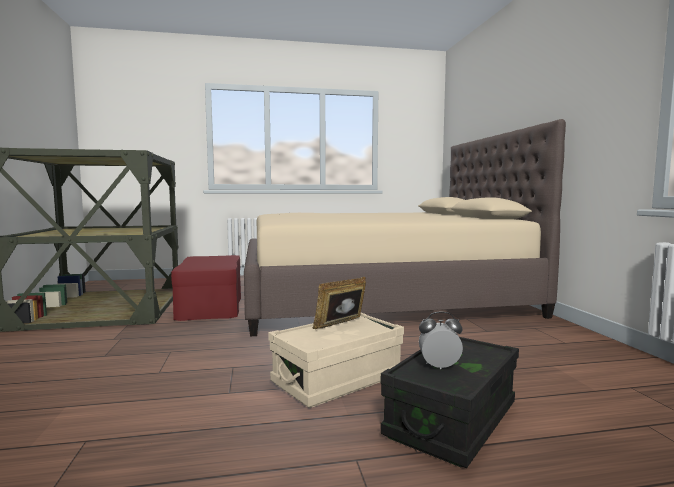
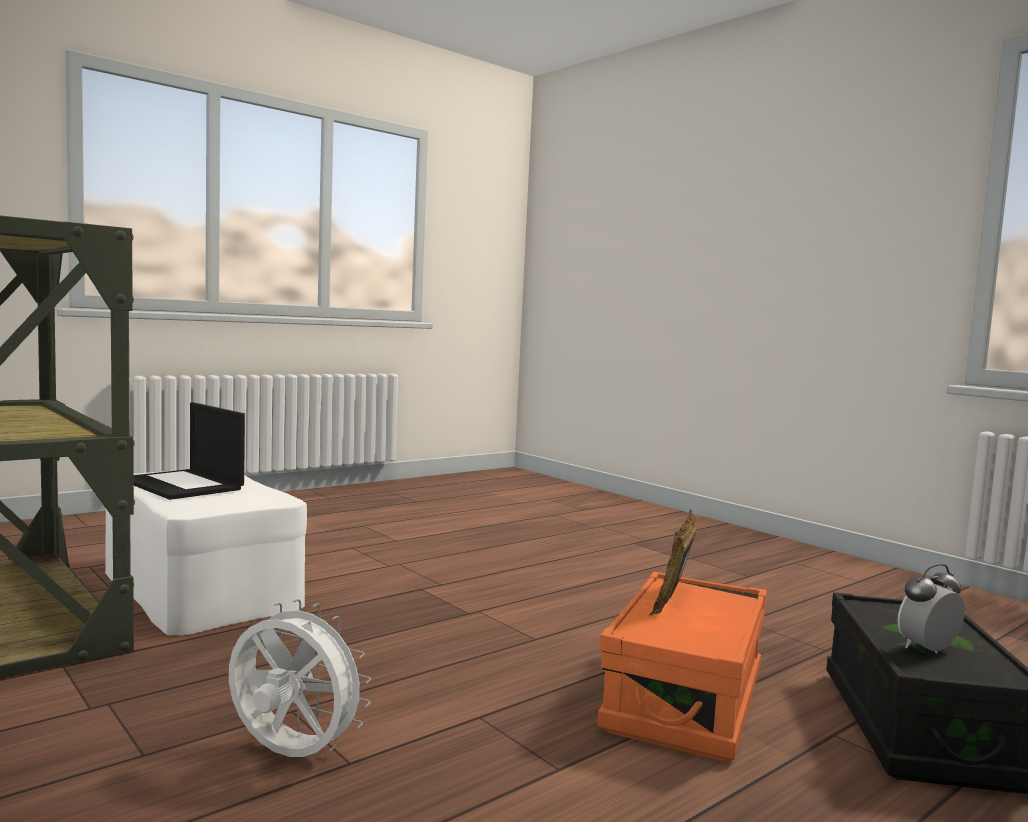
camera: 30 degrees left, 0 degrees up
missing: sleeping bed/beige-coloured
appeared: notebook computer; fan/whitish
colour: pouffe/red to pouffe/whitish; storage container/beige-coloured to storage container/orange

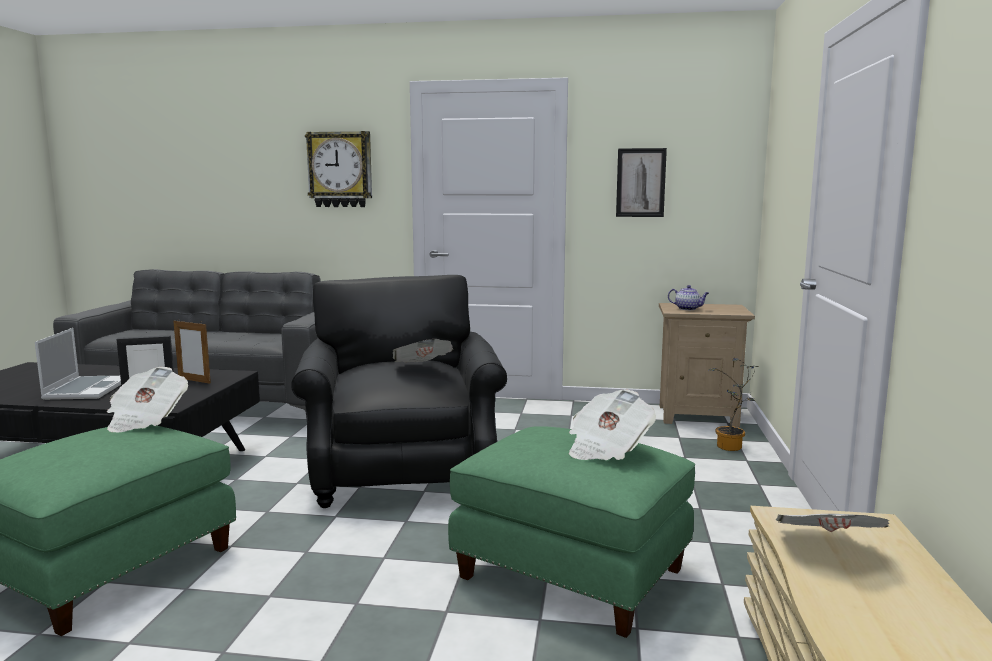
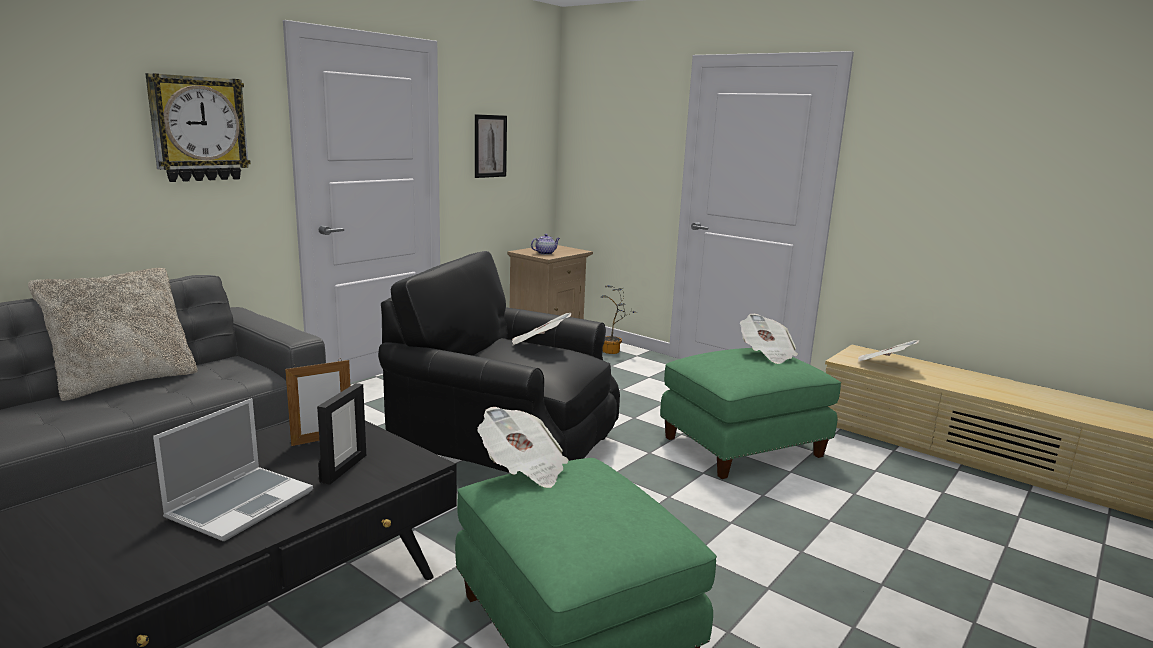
camera: 60 degrees left, 5 degrees up
appeared: cushion/beige-coloured
spun: notebook computer 90 degrees clockwise

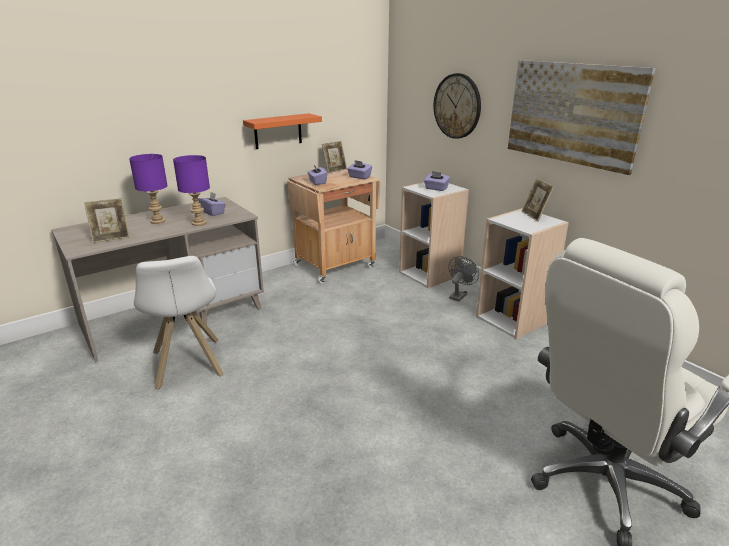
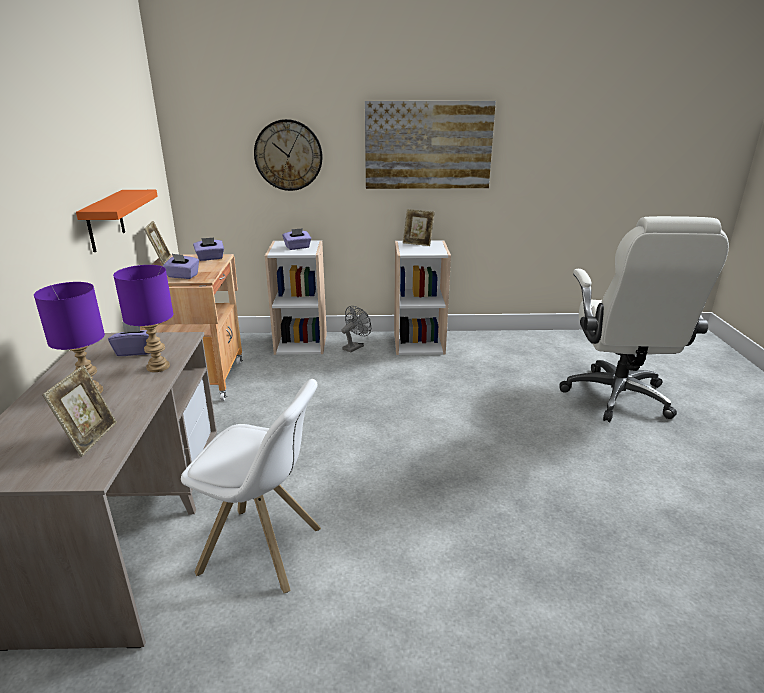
camera: 55 degrees left, 0 degrees up
spun: fan/gray 60 degrees clockwise

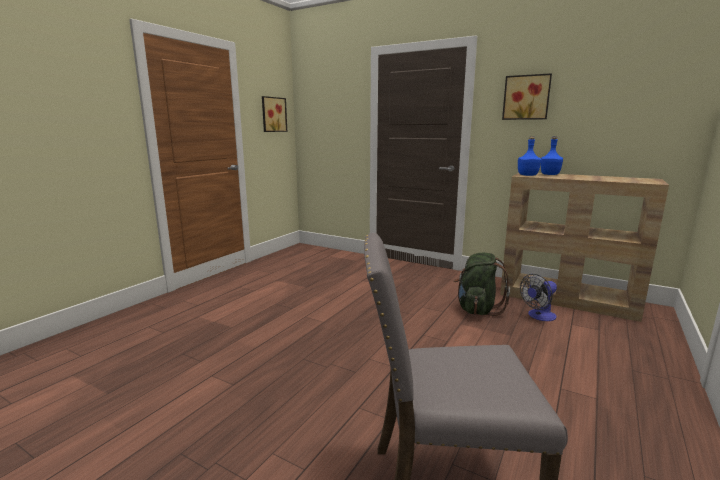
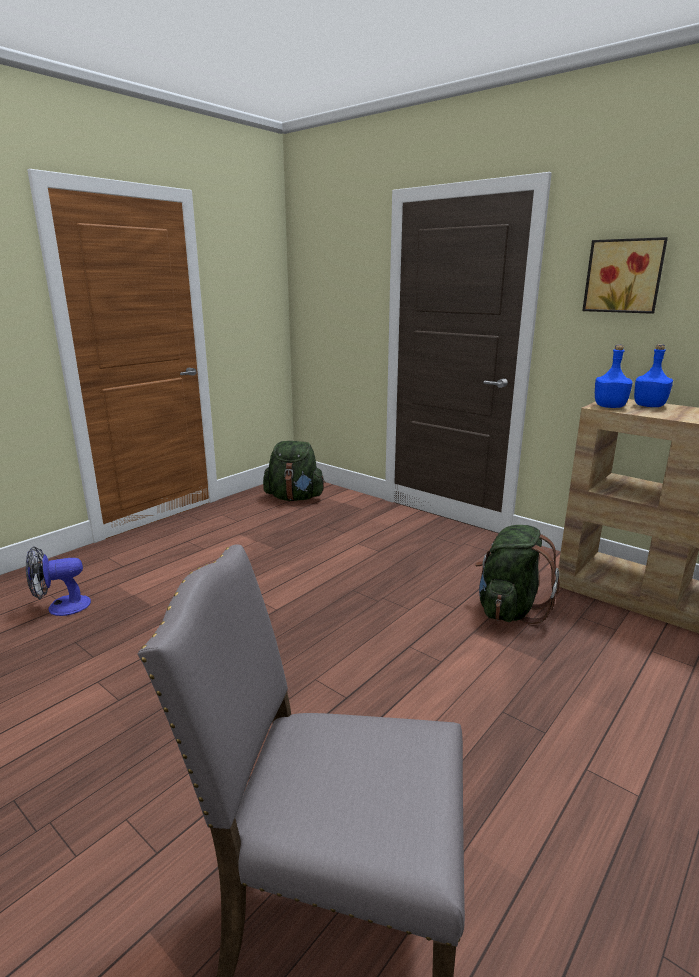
camera: 10 degrees right, 5 degrees up
missing: wall picture (no. 1 from left)
appeared: backpack/green-coloured (no. 1 from left)
relocated: fan

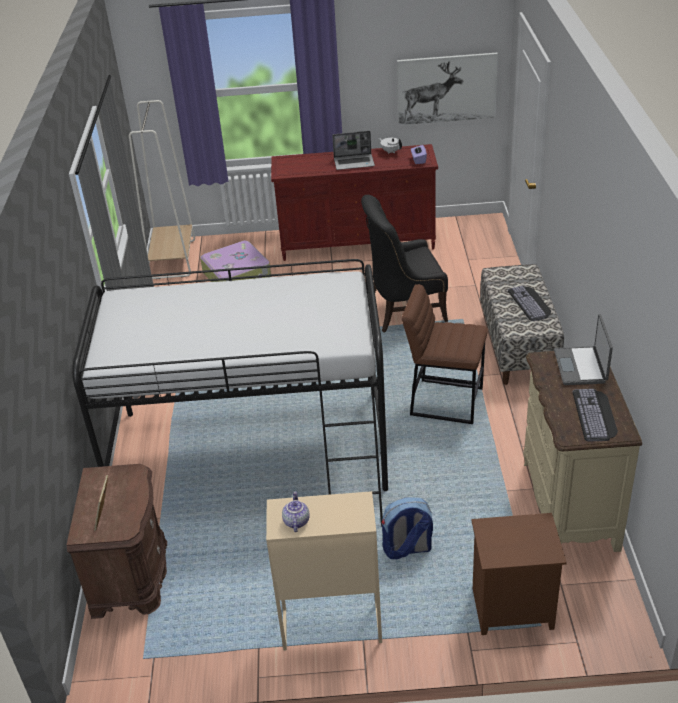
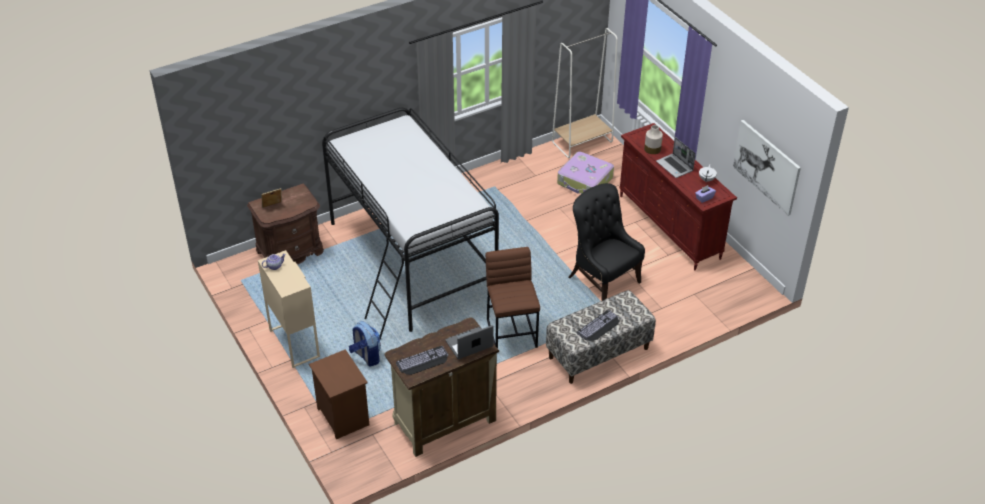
camera: 60 degrees right, 5 degrees up
appeared: vase/beige-coloured

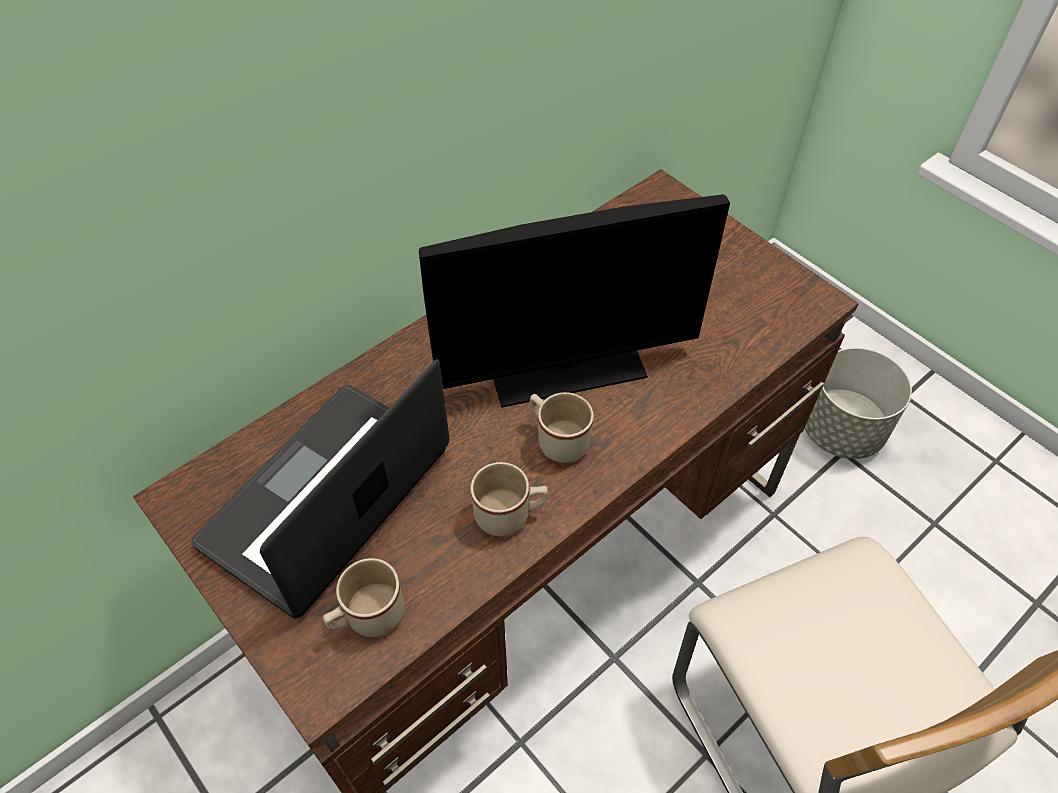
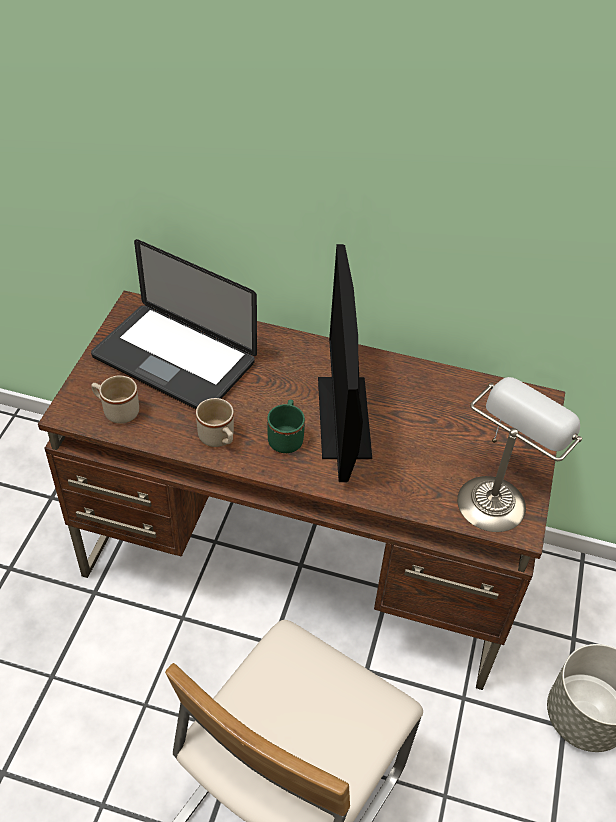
camera: 55 degrees right, 5 degrees down
appeared: table lamp/whitish
colour: coffee mug/beige-coloured (no. 3 from left) to coffee mug/green-coloured
spun: notebook computer 150 degrees counterclockwise; computer display 45 degrees clockwise

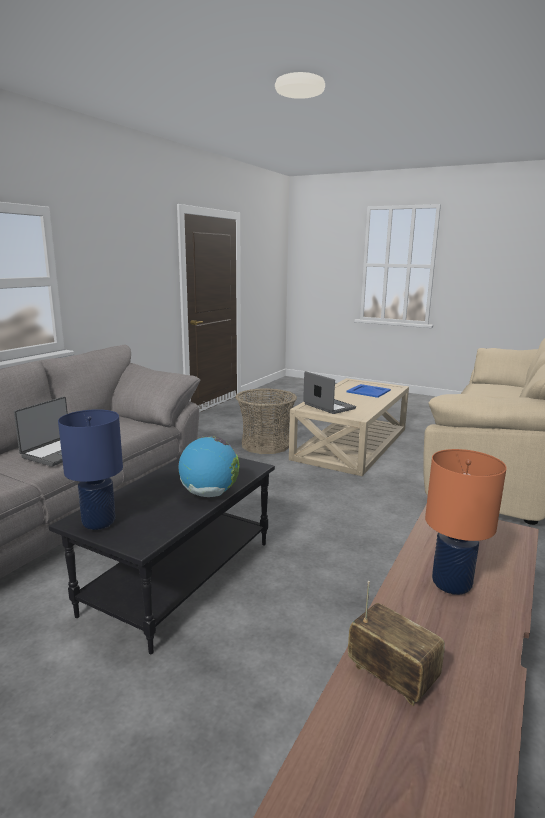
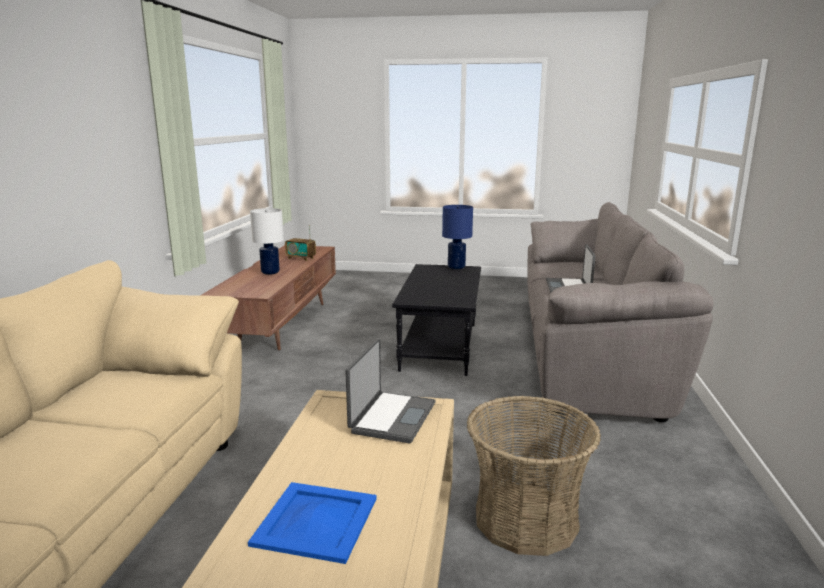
camera: 160 degrees right, 0 degrees up
missing: globe
colour: table lamp/orange to table lamp/whitish
spun: notebook computer (no. 2 from left in the first image) 105 degrees counterclockwise

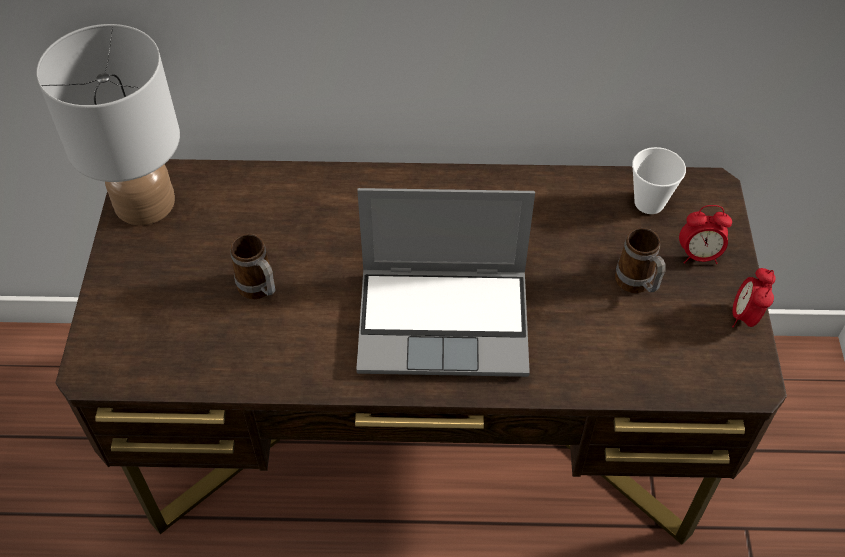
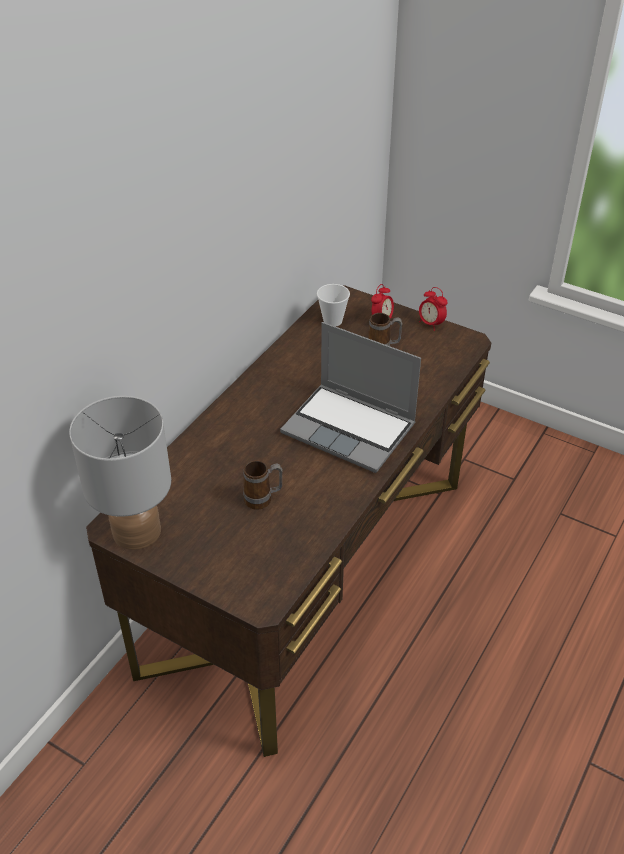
camera: 60 degrees left, 10 degrees down
spun: notebook computer 90 degrees clockwise

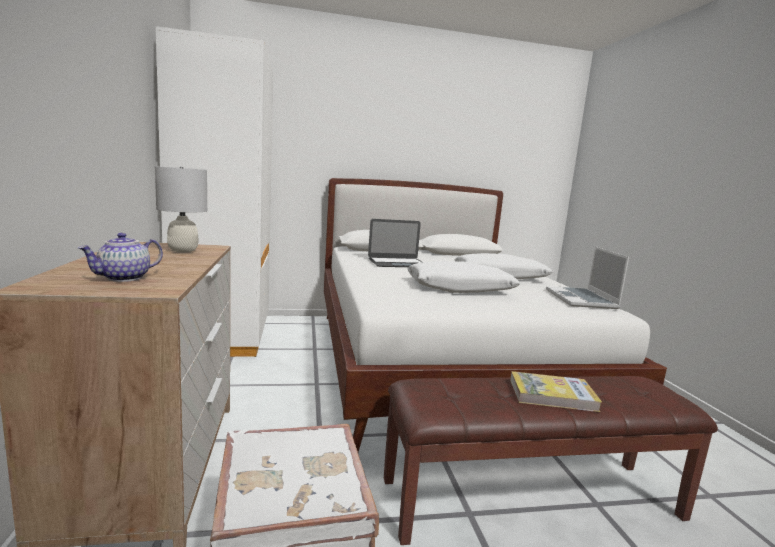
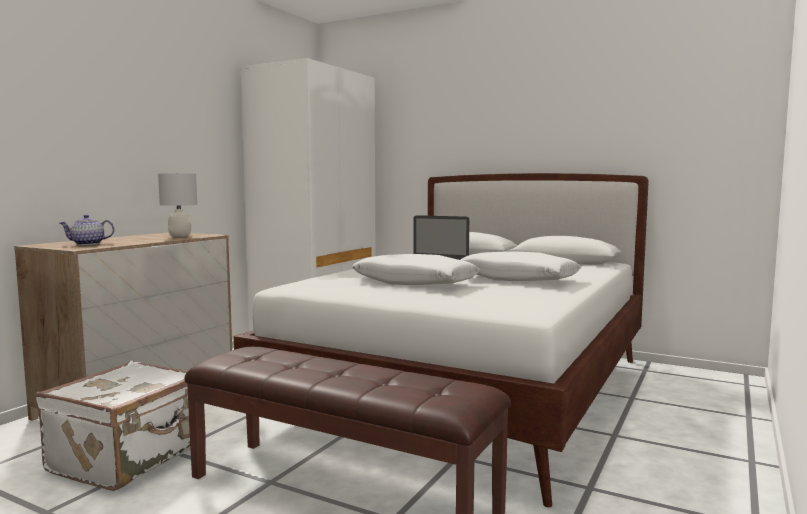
camera: 40 degrees right, 5 degrees down
missing: volume; notebook computer (no. 2 from left)

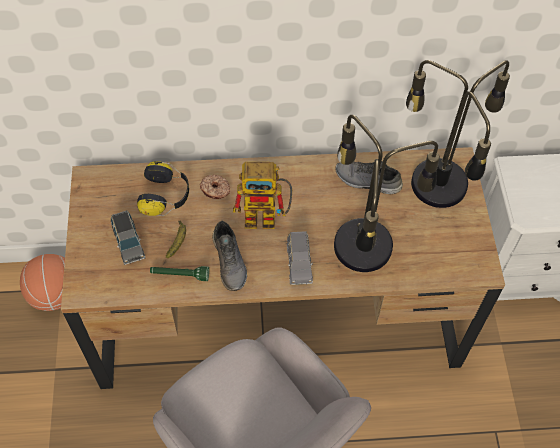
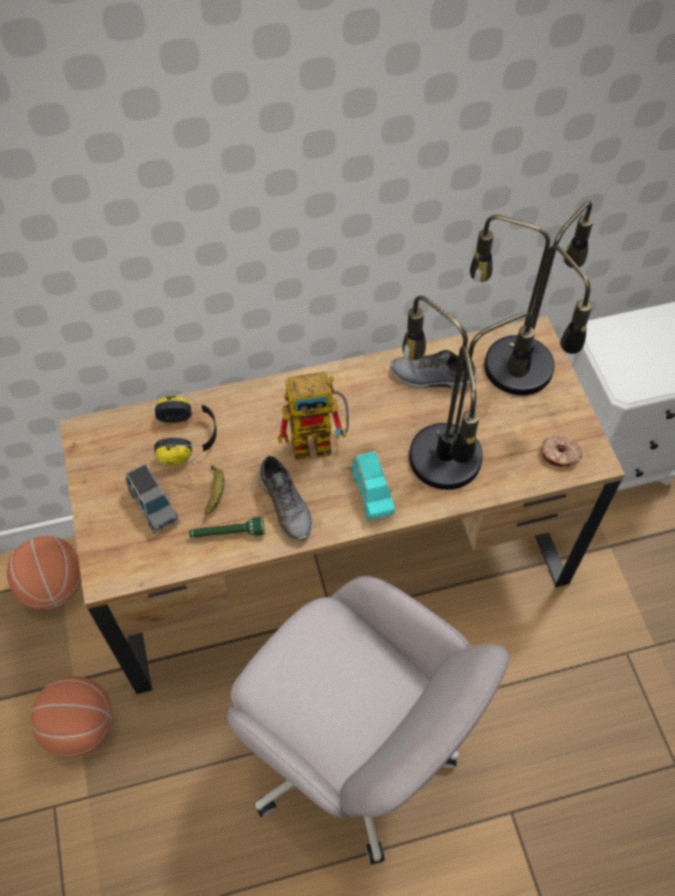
camera: 10 degrees left, 0 degrees up
appeared: basketball ball (no. 2 from left)
relocated: ring doughnut
colour: miniature car/gray (no. 2 from left) to miniature car/turquoise

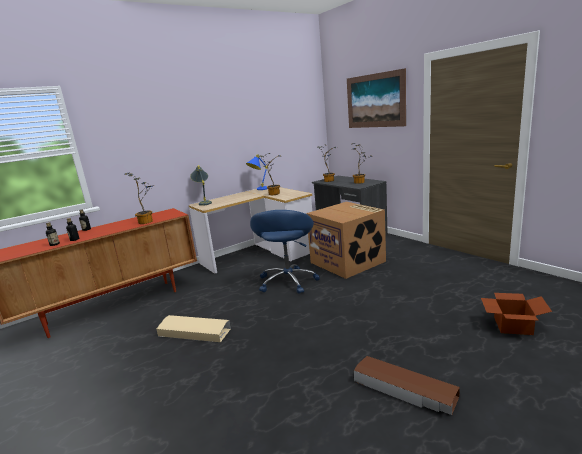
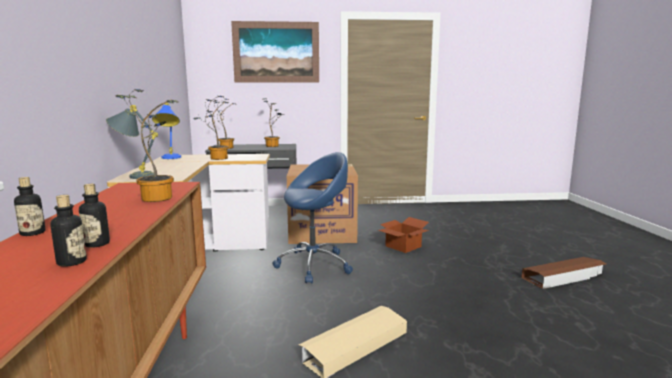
camera: 60 degrees left, 5 degrees down
relocated: packing box (no. 2 from left)
spun: office chair/blue 60 degrees counterclockwise

